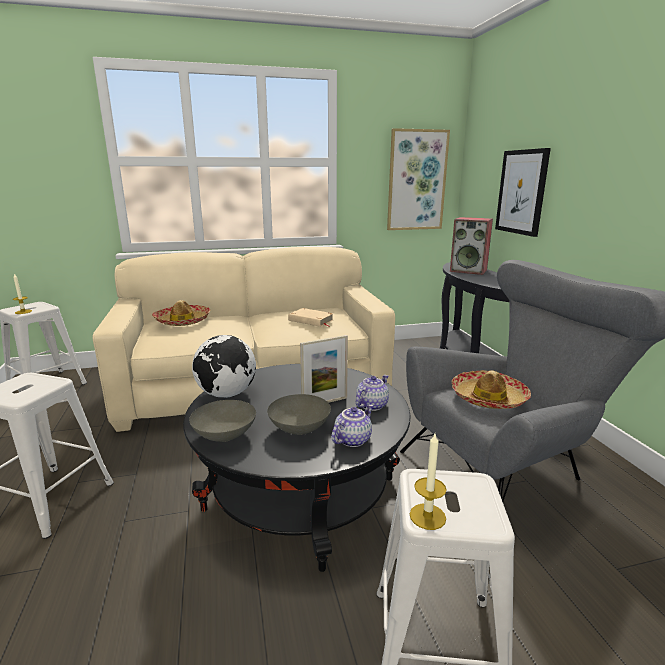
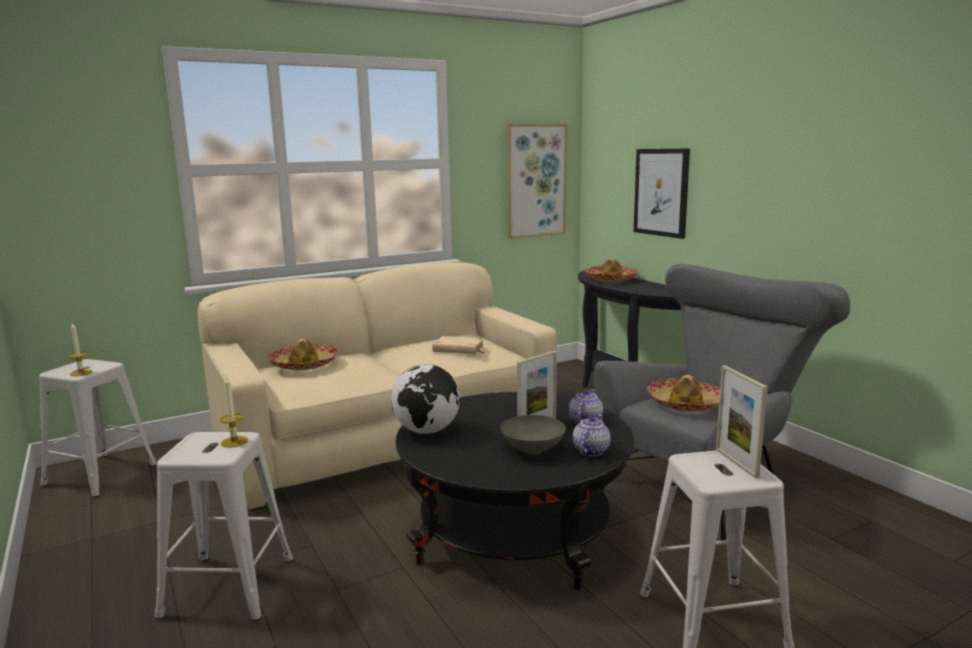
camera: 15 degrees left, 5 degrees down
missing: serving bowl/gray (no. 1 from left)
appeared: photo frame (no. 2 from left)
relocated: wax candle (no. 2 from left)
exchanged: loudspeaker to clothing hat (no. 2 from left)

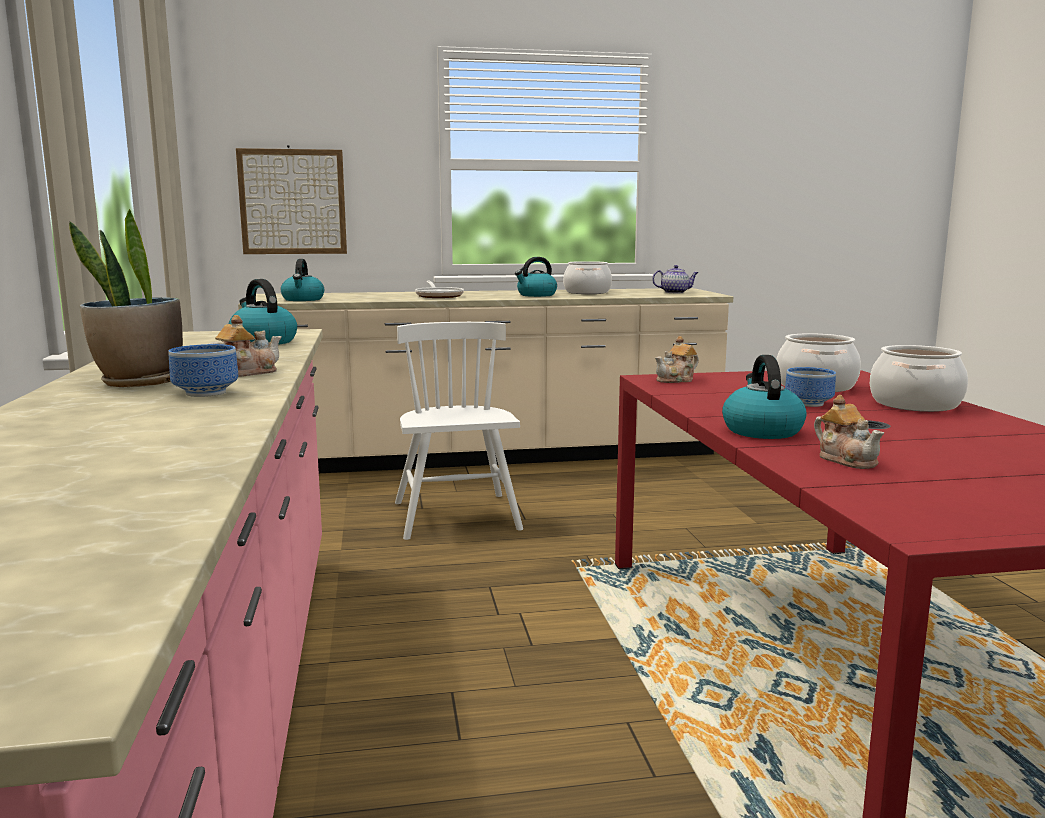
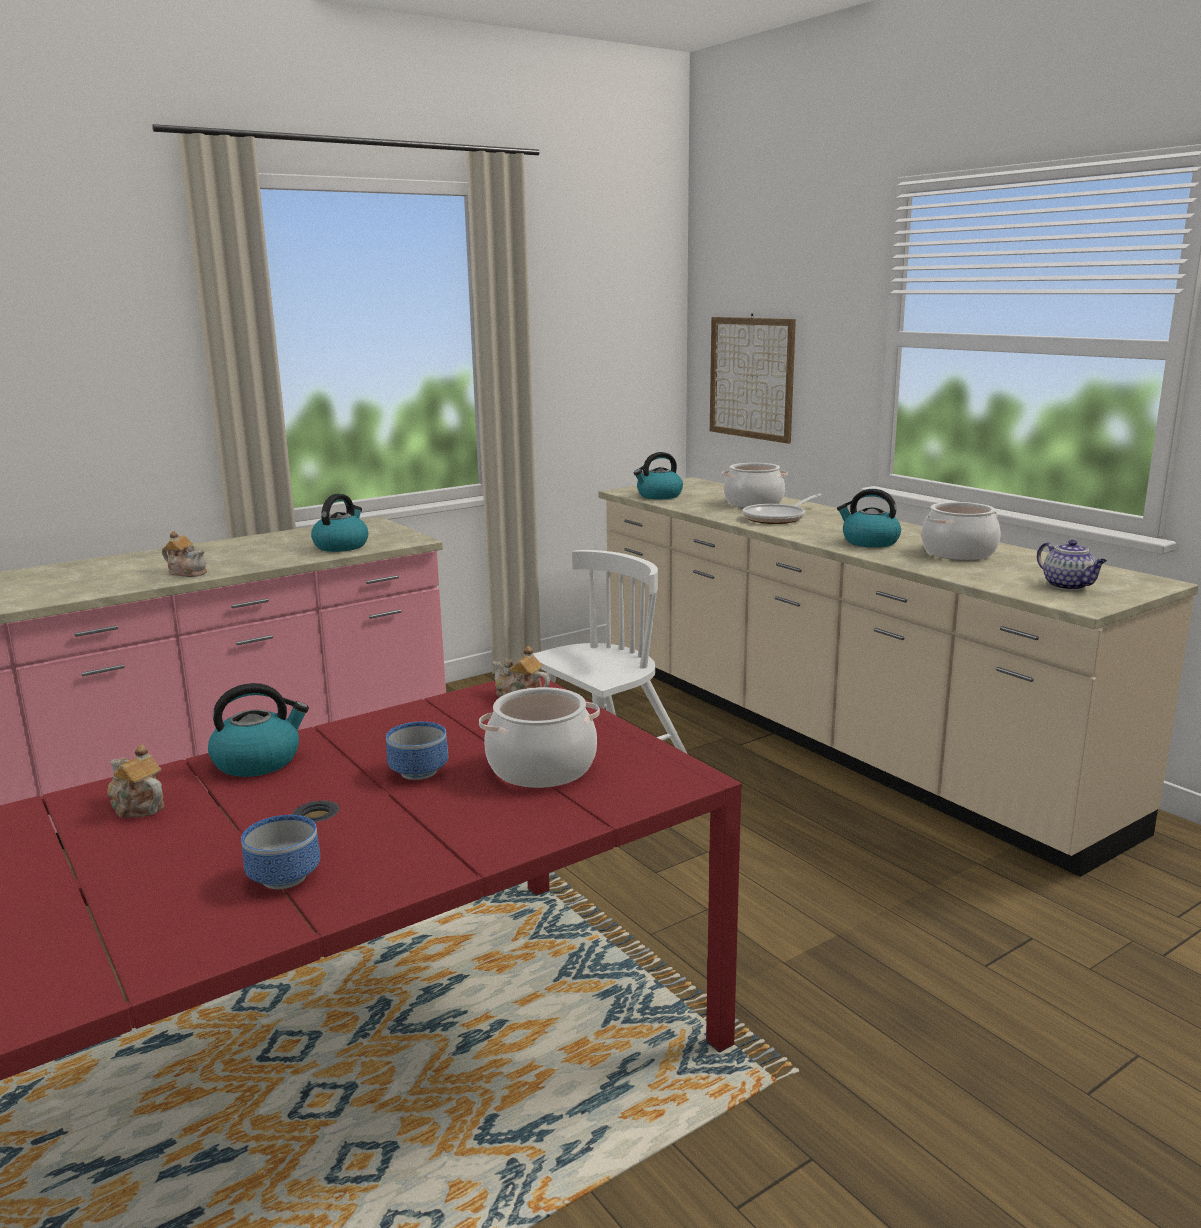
camera: 65 degrees right, 5 degrees up
missing: houseplant
relocated: serving bowl (no. 1 from left); saucepot (no. 3 from left in the first image) to saucepot (no. 2 from left)
spun: tea pot (no. 4 from left in the first image) 90 degrees clockwise

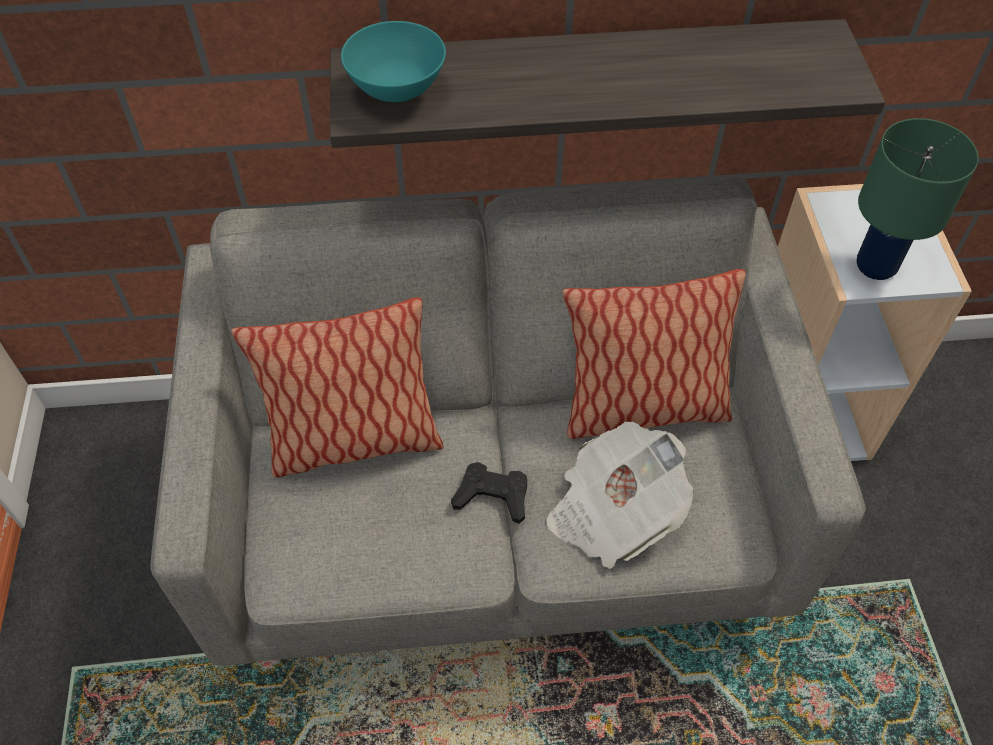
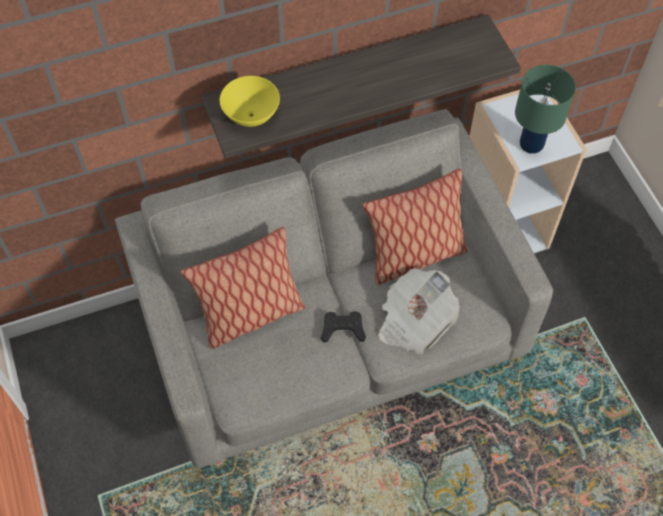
camera: 15 degrees left, 5 degrees up
colour: serving bowl/turquoise to serving bowl/yellow-coloured

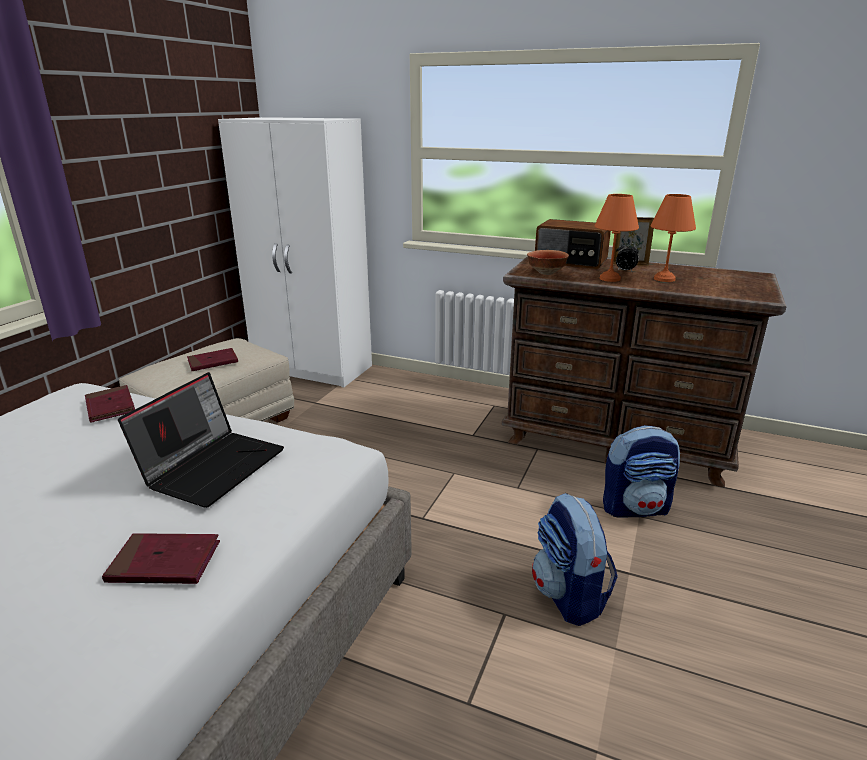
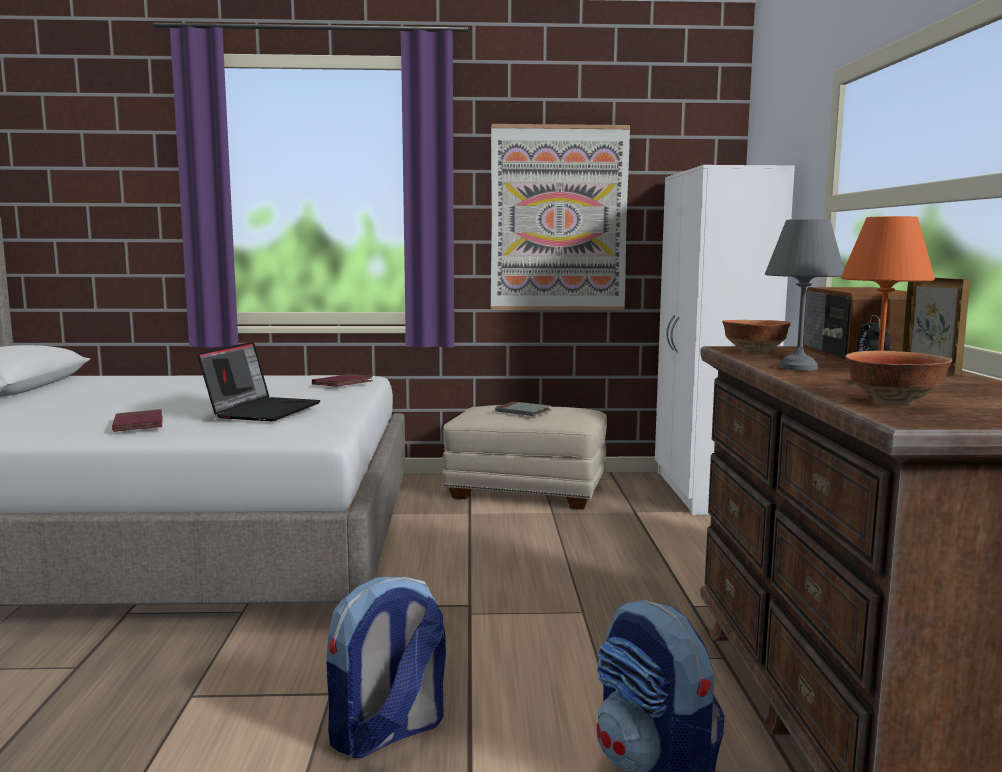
camera: 65 degrees right, 15 degrees down
appeared: wall picture; serving bowl (no. 2 from left)
colour: volume/red (no. 3 from left) to volume/gray; table lamp/orange (no. 1 from left) to table lamp/gray
spun: notebook computer 75 degrees counterclockwise

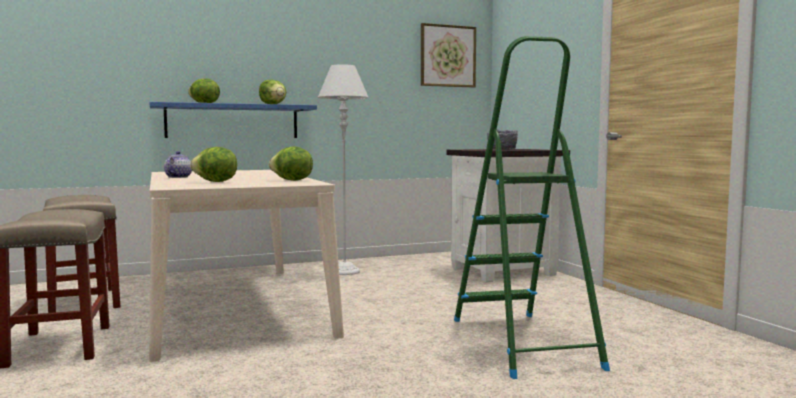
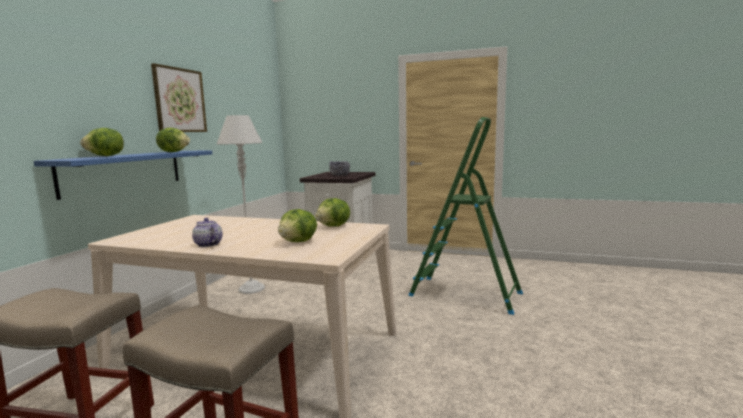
camera: 50 degrees left, 5 degrees up
relocated: wall picture

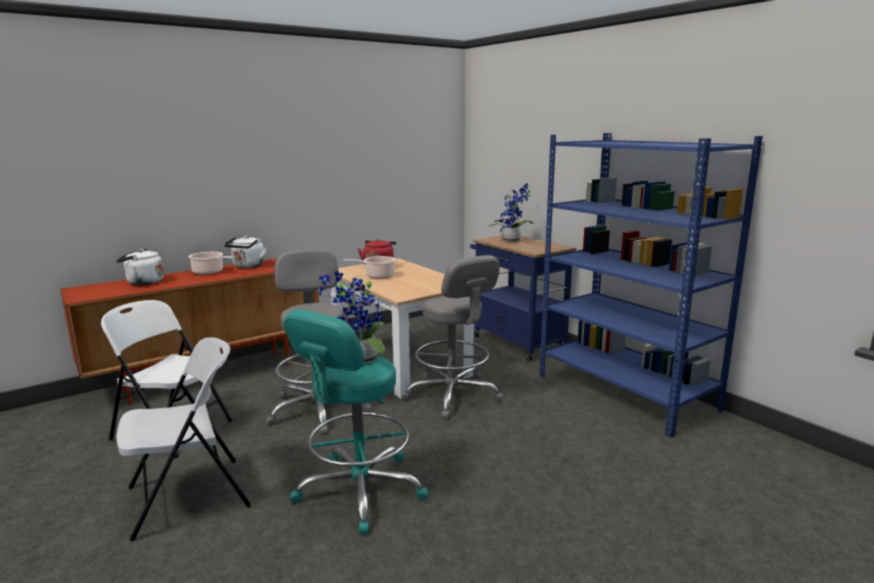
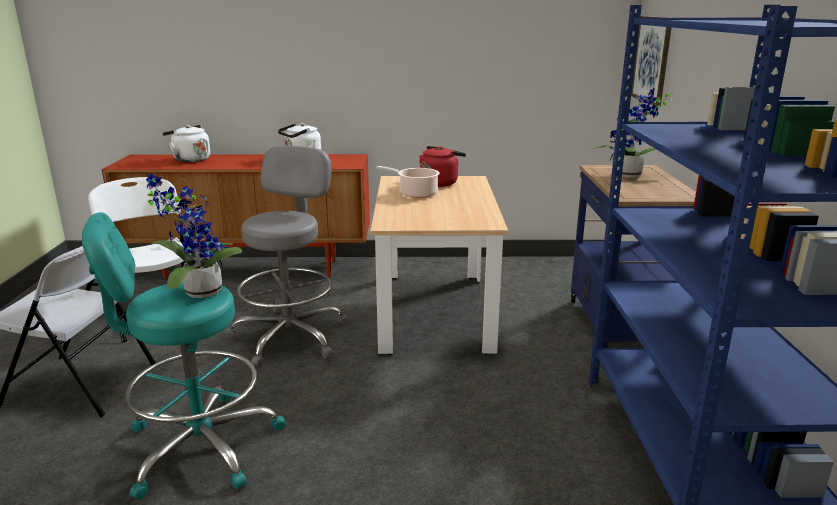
camera: 35 degrees right, 5 degrees up
missing: saucepot (no. 1 from left); stool seat/gray (no. 2 from left)
appeared: wall picture

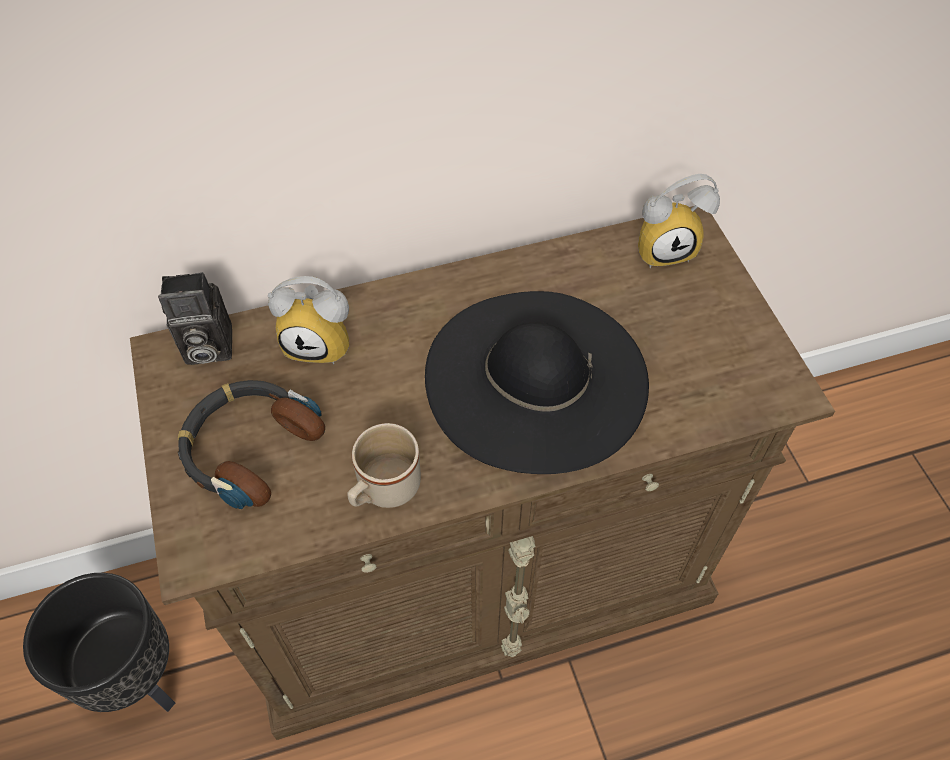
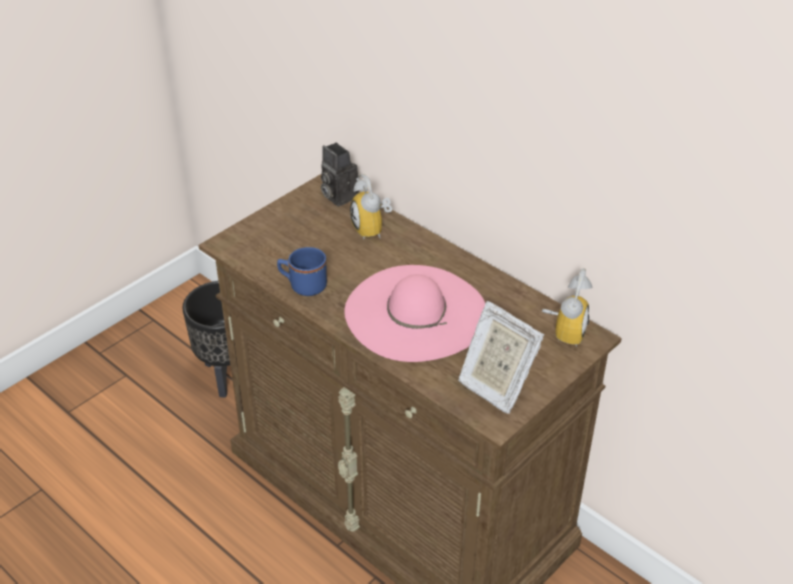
camera: 60 degrees right, 15 degrees down
missing: headphones
appeared: photo frame
colour: coffee mug/beige-coloured to coffee mug/blue; clothing hat/blackish to clothing hat/pink-coloured
spun: alarm clock (no. 2 from left) 120 degrees counterclockwise

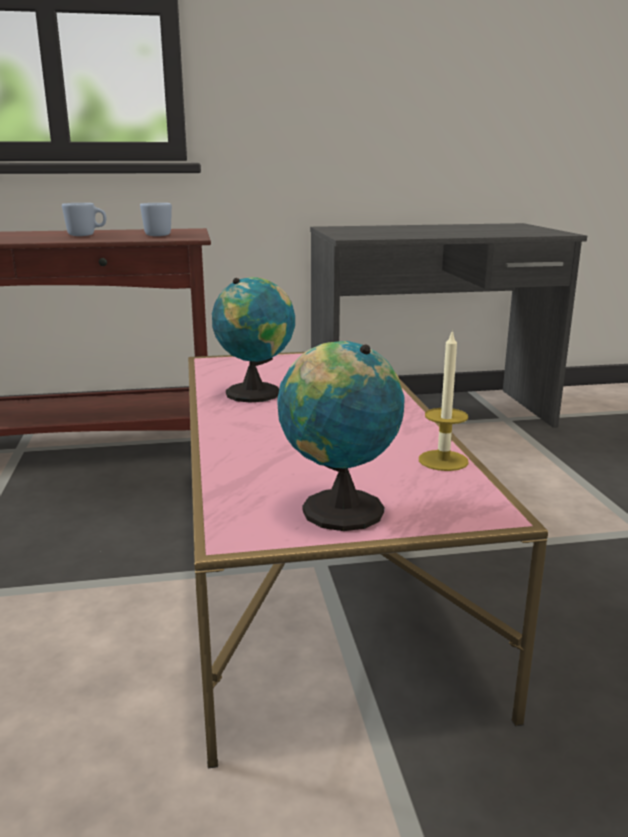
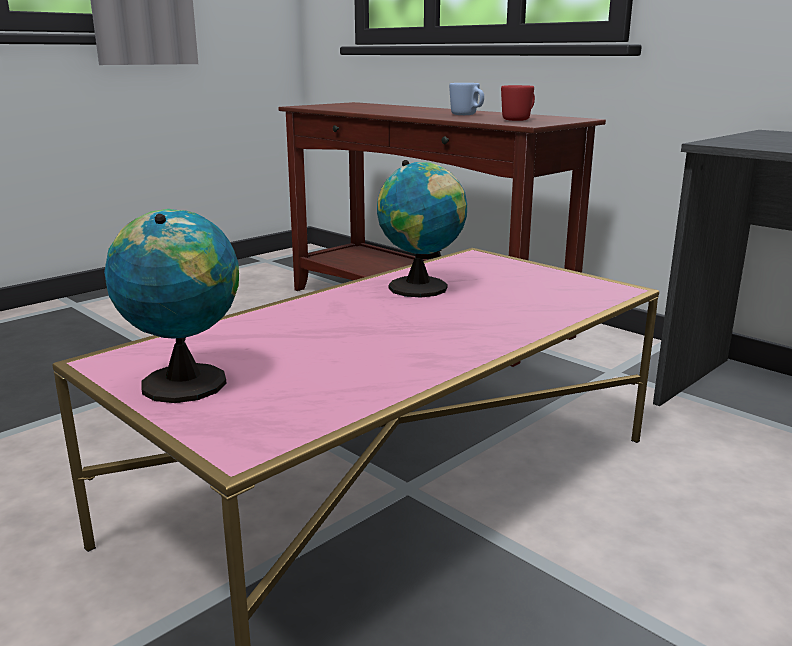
camera: 55 degrees right, 0 degrees up
missing: wax candle
colour: coffee mug/blue (no. 2 from left) to coffee mug/red

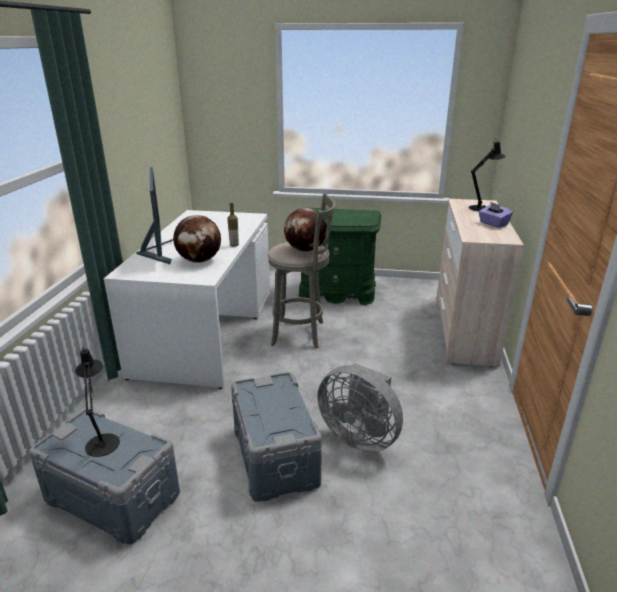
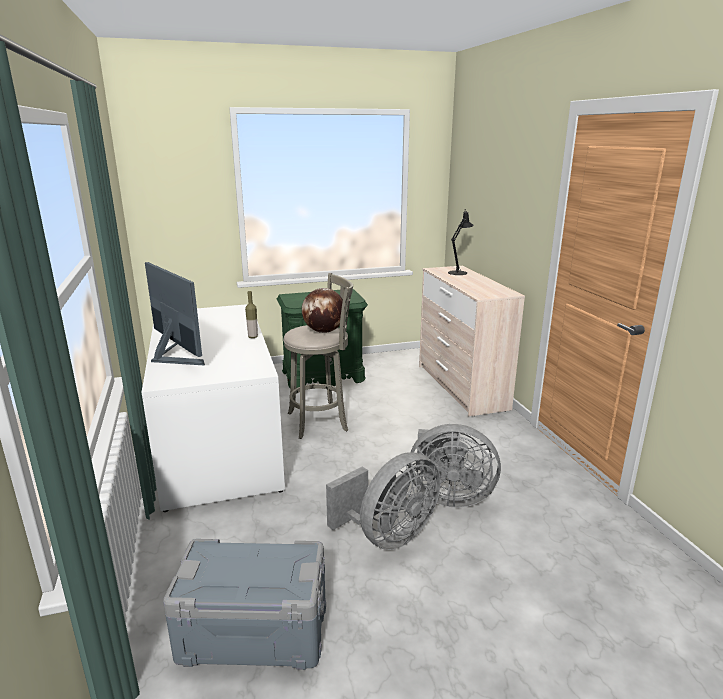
camera: 25 degrees left, 5 degrees down
missing: table lamp/blackish (no. 1 from left); globe (no. 1 from left); tissue holder/purplish
exchanged: storage container/gray (no. 2 from left) to fan/gray (no. 1 from left)

